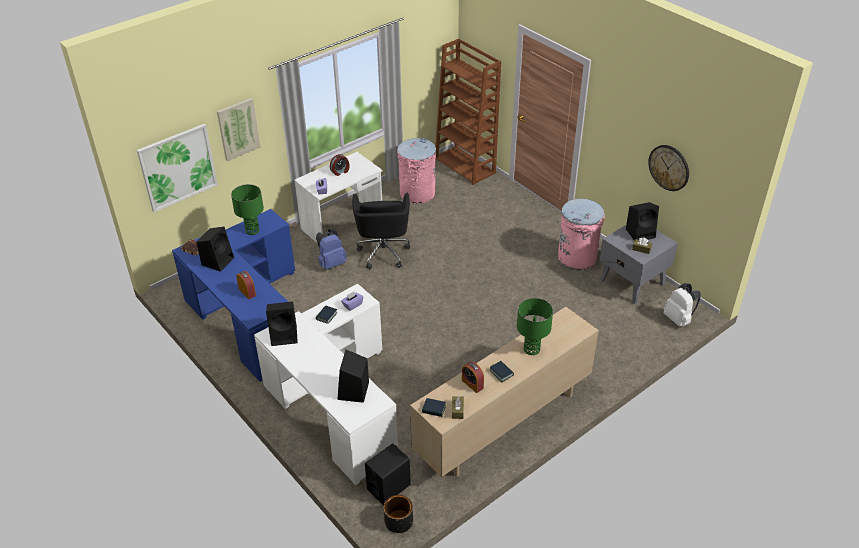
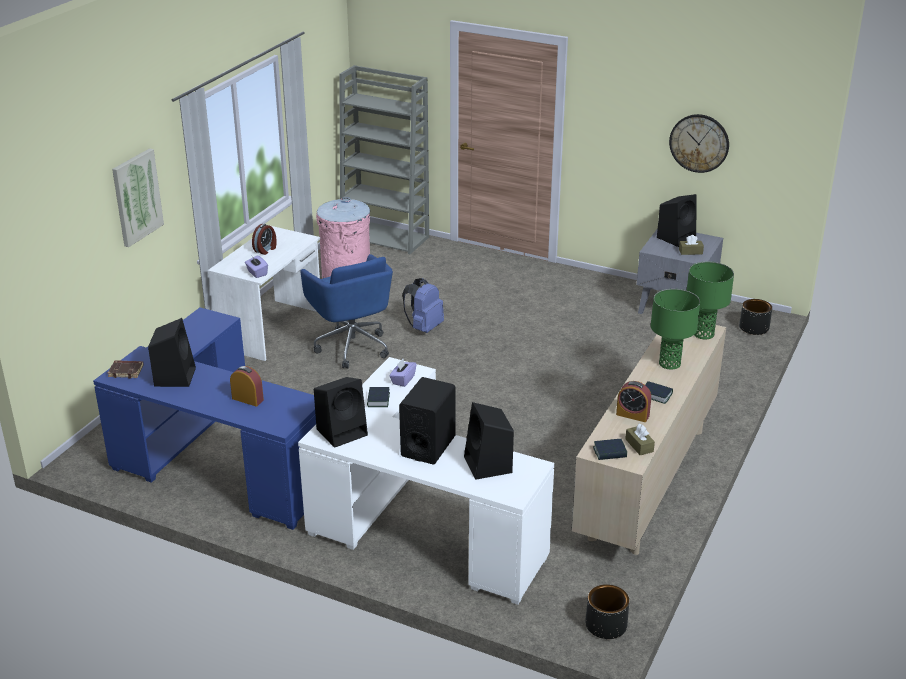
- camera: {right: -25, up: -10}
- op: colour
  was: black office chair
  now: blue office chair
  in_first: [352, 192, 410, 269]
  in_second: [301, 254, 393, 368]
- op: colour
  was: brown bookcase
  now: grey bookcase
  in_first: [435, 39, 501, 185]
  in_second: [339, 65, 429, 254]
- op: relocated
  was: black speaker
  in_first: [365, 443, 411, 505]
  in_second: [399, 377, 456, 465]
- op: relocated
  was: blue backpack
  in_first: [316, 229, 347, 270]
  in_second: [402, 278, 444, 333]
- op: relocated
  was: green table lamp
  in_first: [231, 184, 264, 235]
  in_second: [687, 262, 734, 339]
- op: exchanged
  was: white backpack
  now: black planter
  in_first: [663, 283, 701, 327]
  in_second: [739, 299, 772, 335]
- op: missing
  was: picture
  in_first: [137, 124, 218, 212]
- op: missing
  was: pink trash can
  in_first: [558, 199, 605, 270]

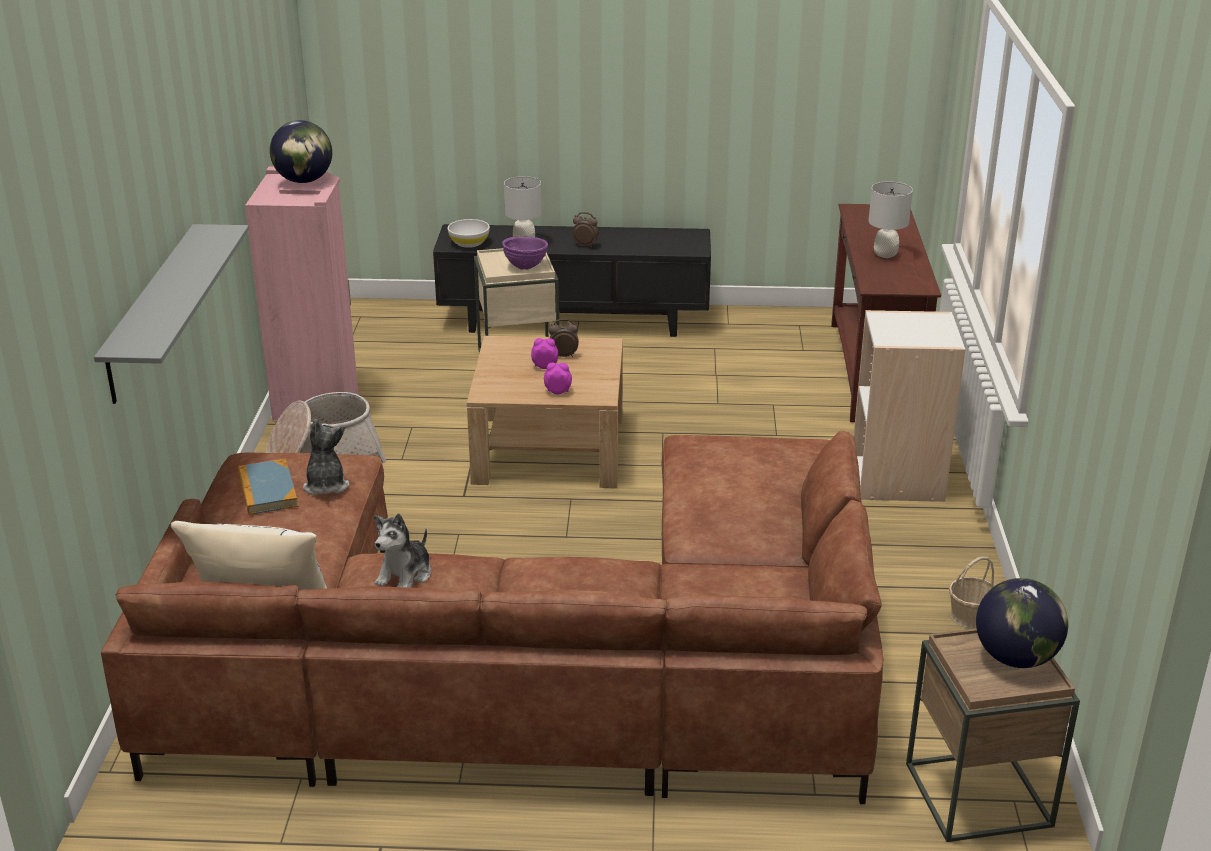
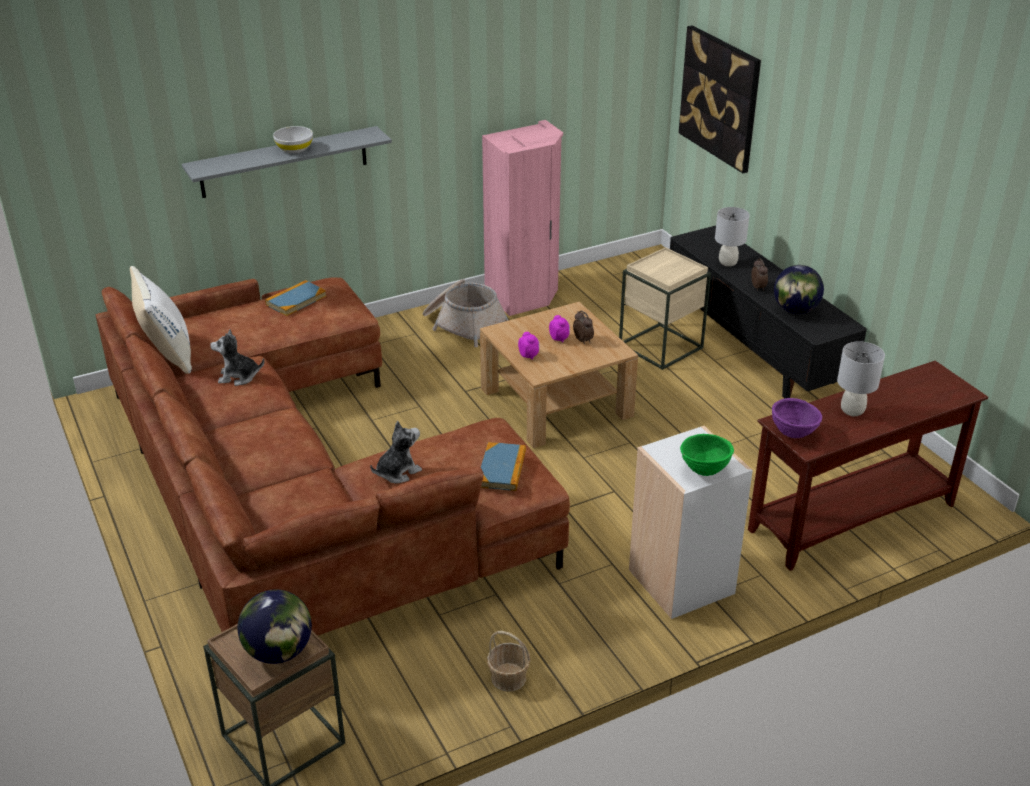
- camera: {right: 60, up: 5}
- op: relocated
  was: white bowl
  in_first: [447, 219, 490, 248]
  in_second: [273, 126, 313, 153]
- op: relocated
  was: plush toy
  in_first: [303, 419, 350, 495]
  in_second: [370, 421, 422, 483]
- op: appeared
  now: book
  in_second: [481, 442, 526, 491]
- op: appeared
  now: picture
  in_second: [679, 26, 761, 173]
- op: appeared
  now: green bowl
  in_second: [680, 434, 734, 476]
- op: relocated
  was: purple bowl
  in_first: [502, 237, 548, 270]
  in_second: [772, 398, 822, 438]
- op: relocated
  was: globe
  in_first: [270, 120, 332, 183]
  in_second: [774, 265, 824, 314]

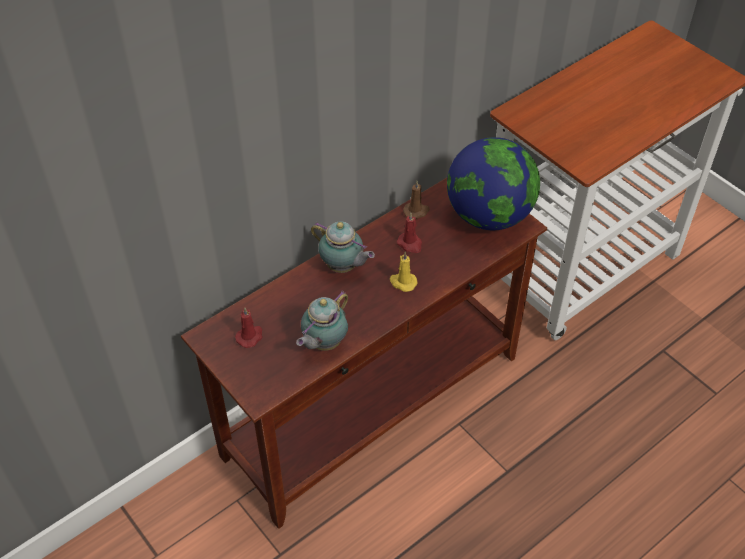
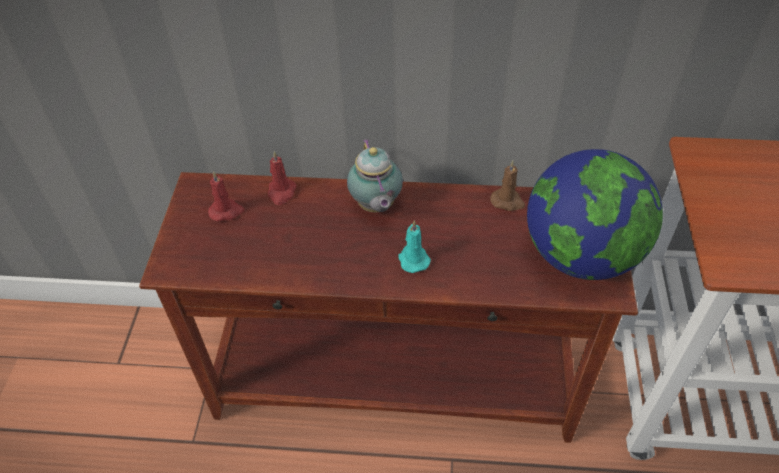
- camera: {right: 45, up: 0}
- op: relocated
  was: red candle
  in_first: [397, 213, 422, 253]
  in_second: [268, 151, 297, 205]
- op: colour
  was: yellow candle
  now: turquoise candle
  in_first: [390, 252, 418, 292]
  in_second: [398, 221, 431, 273]
- op: missing
  was: teapot
  in_first: [296, 291, 348, 351]

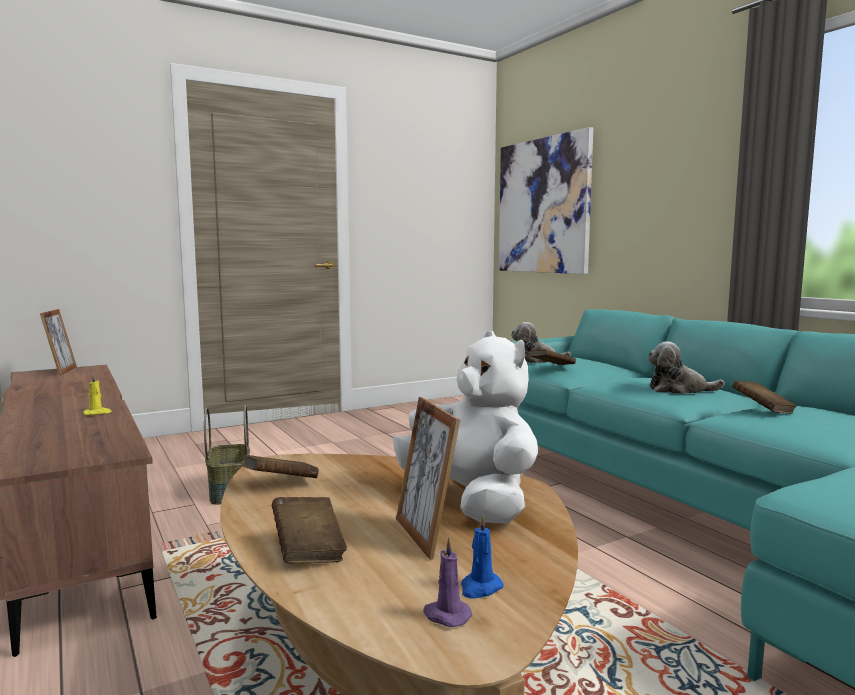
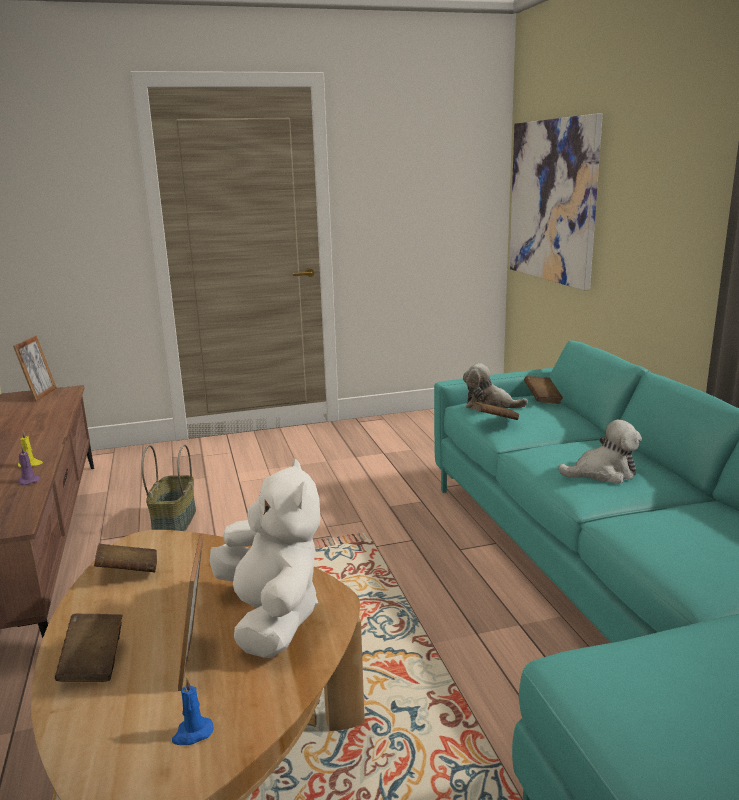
- camera: {right: 15, up: 10}
- op: relocated
  was: purple candle
  in_first: [423, 537, 472, 627]
  in_second: [18, 446, 40, 485]
- op: relocated
  was: brown book
  in_first: [732, 381, 797, 414]
  in_second: [524, 376, 563, 404]
- op: spun
  was: plush toy
  in_first: [647, 342, 725, 394]
  in_second: [558, 420, 642, 484]
  clockwise: 150

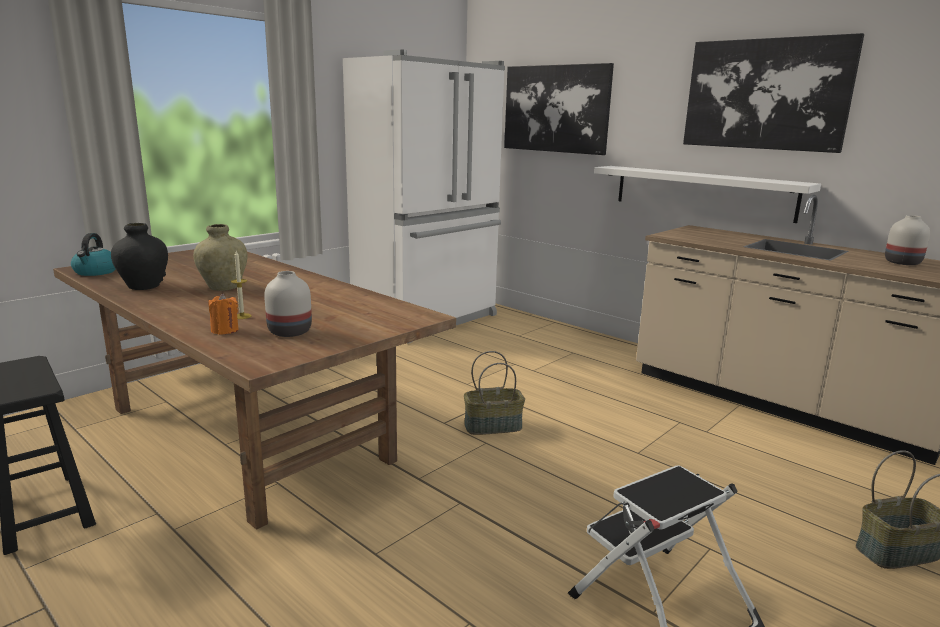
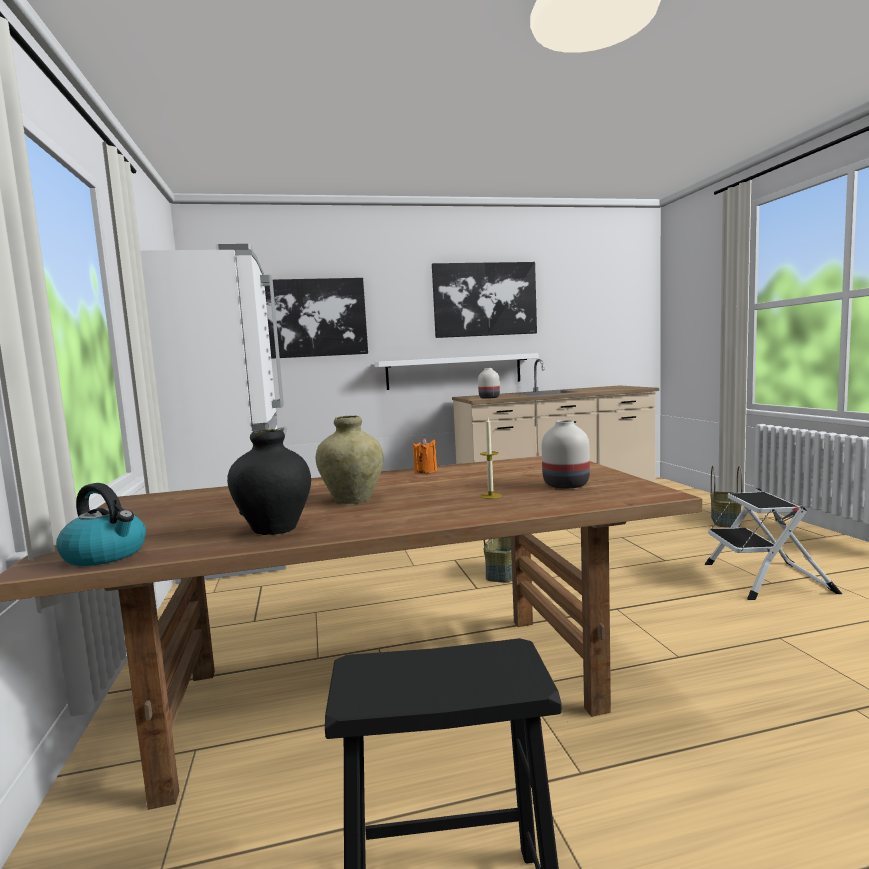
- camera: {right: -55, up: -10}
- op: relocated
  was: orange candle
  in_first: [208, 294, 239, 335]
  in_second: [413, 437, 437, 473]
- op: relocated
  was: white vase
  in_first: [885, 215, 930, 265]
  in_second: [478, 368, 500, 399]

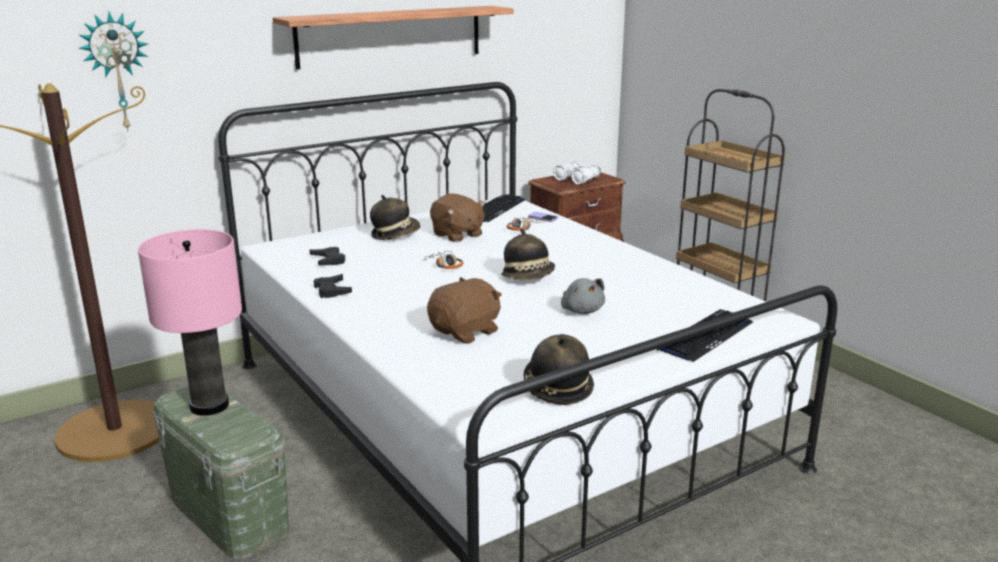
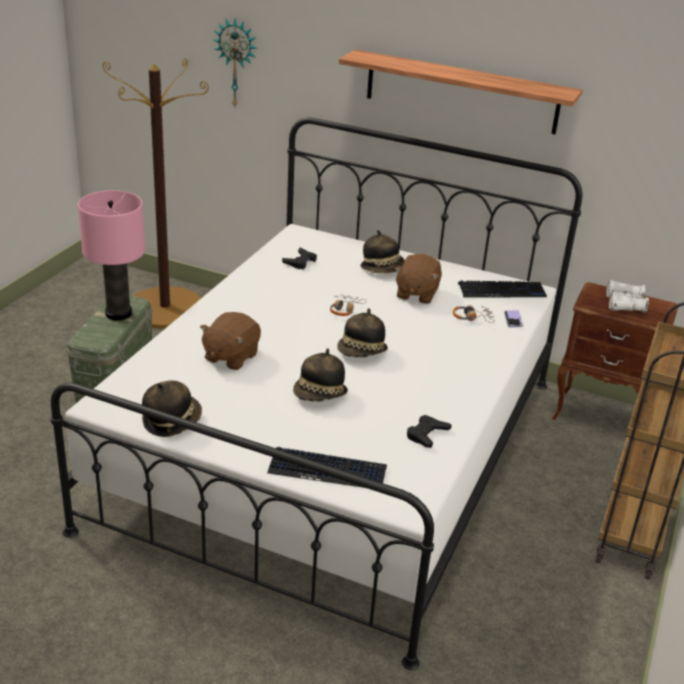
- camera: {right: 55, up: 10}
- op: spun
  was: brown plush toy
  in_first: [427, 277, 502, 344]
  in_second: [200, 312, 261, 370]
  clockwise: 105
- op: exchanged
  was: grey plush toy
  now: hat
  in_first: [561, 278, 605, 314]
  in_second: [293, 348, 348, 401]
- op: relocated
  was: black game controller
  in_first: [314, 274, 352, 298]
  in_second: [407, 415, 451, 448]

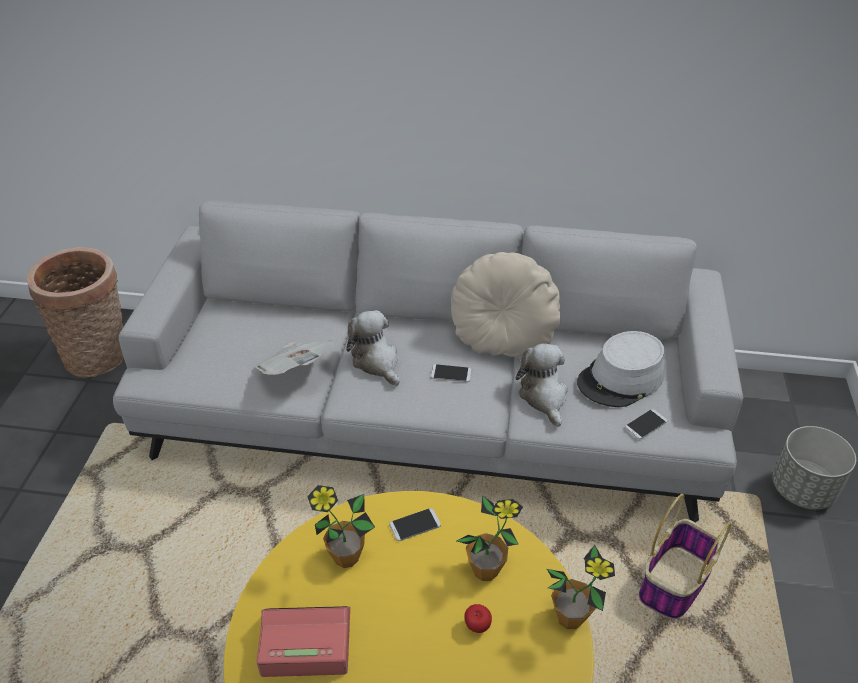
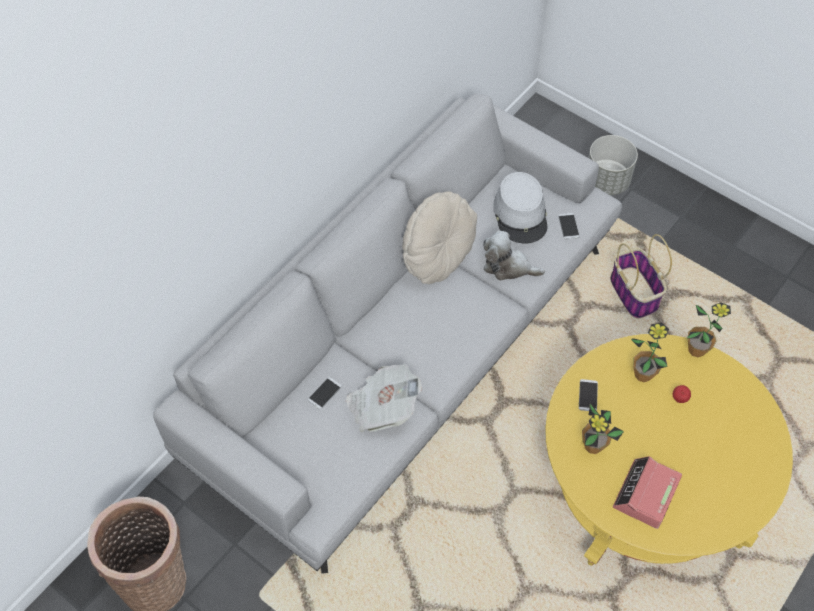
- camera: {right: -60, up: 15}
- op: relocated
  was: phone
  in_first: [431, 364, 472, 382]
  in_second: [308, 377, 342, 409]
- op: missing
  was: plush toy
  in_first: [346, 310, 400, 386]

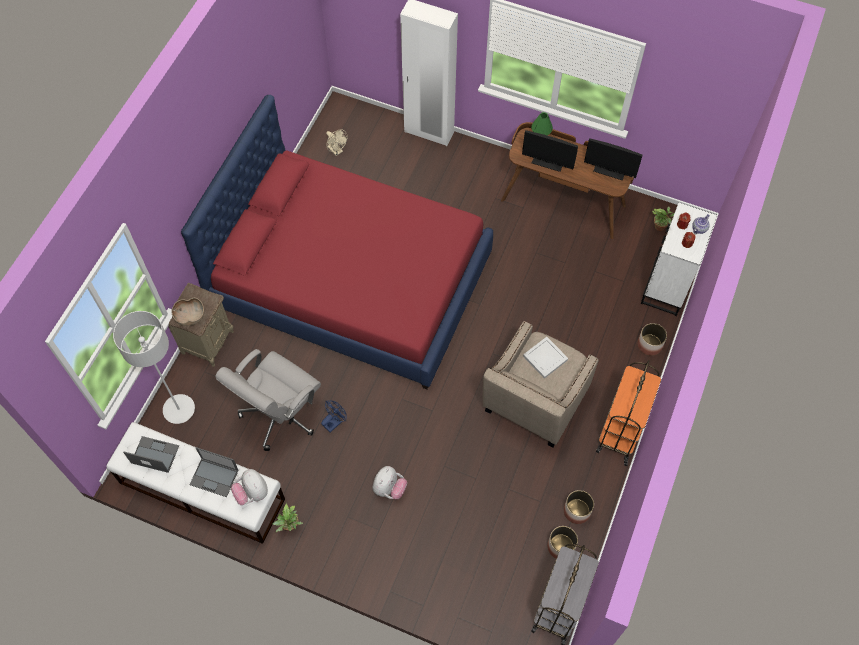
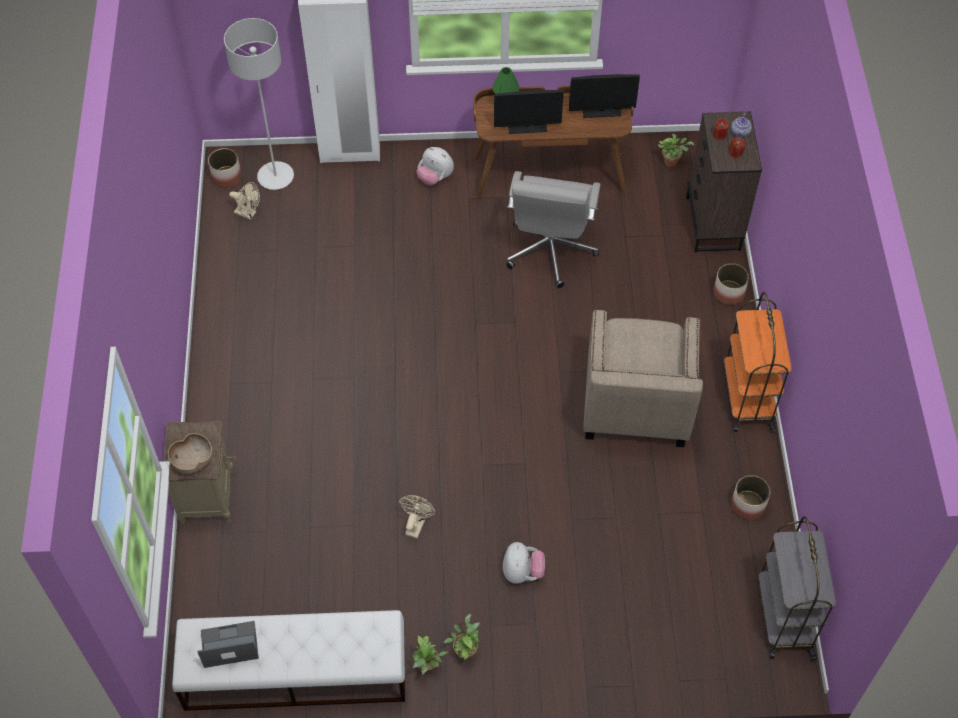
- camera: {right: -25, up: -5}
- op: relocated
  was: planter
  in_first: [547, 526, 578, 558]
  in_second: [208, 148, 242, 188]
- op: relocated
  was: grey floor lamp
  in_first: [113, 311, 195, 424]
  in_second: [224, 18, 294, 190]
- op: colour
  was: blue fan
  now: beige fan
  in_first: [321, 400, 347, 432]
  in_second: [399, 495, 436, 539]
- op: relocated
  was: plush toy
  in_first: [231, 469, 268, 505]
  in_second: [417, 147, 454, 185]
- op: appeared
  now: potted plant
  in_second: [444, 614, 480, 660]
- op: relocated
  was: grey office chair
  in_first: [215, 349, 321, 451]
  in_second: [506, 171, 601, 288]
- op: colour
  was: white dresser
  now: brown dresser
  in_first: [641, 203, 717, 316]
  in_second: [686, 111, 762, 253]
- op: missing
  was: red bed
  in_first: [181, 95, 493, 389]
- op: missing
  was: laptop
  in_first: [189, 447, 239, 497]
- op: missing
  was: white tray
  in_first: [523, 337, 568, 379]

